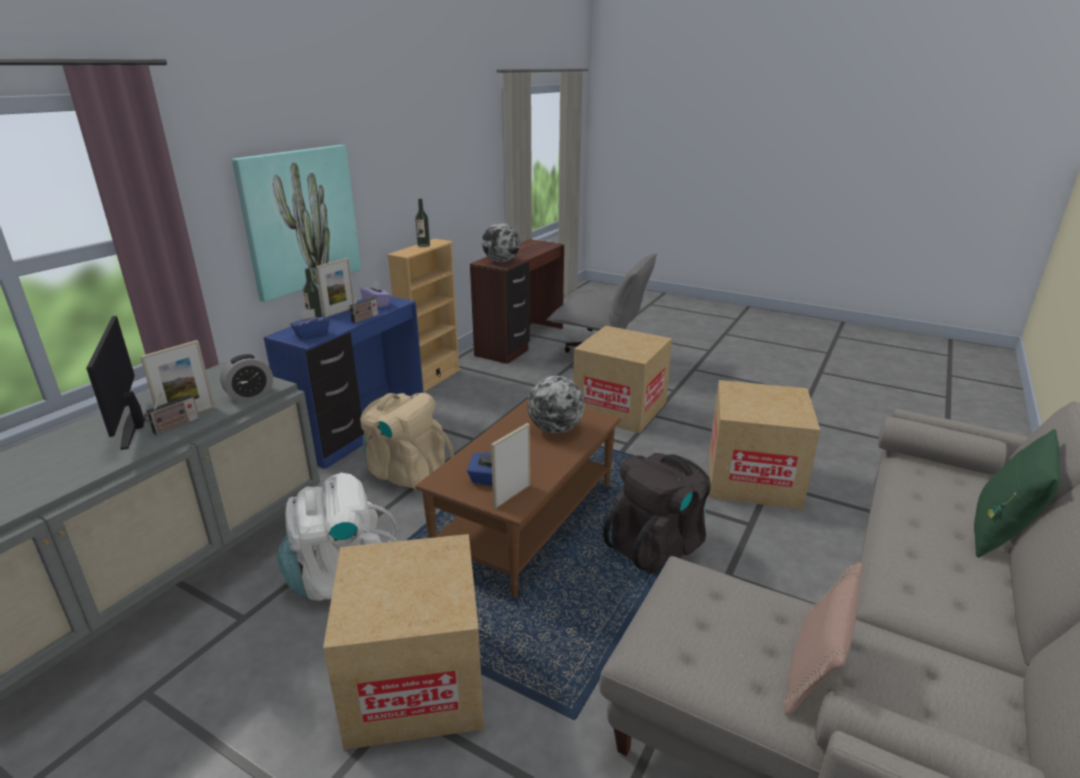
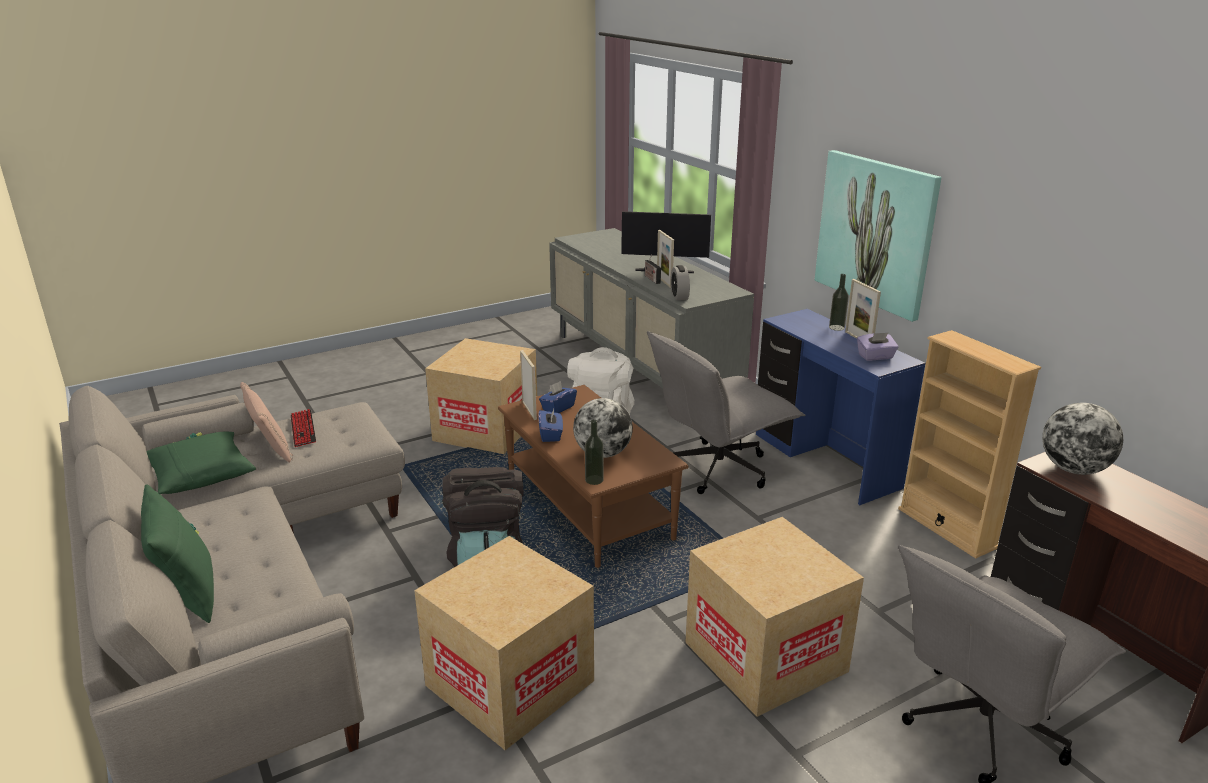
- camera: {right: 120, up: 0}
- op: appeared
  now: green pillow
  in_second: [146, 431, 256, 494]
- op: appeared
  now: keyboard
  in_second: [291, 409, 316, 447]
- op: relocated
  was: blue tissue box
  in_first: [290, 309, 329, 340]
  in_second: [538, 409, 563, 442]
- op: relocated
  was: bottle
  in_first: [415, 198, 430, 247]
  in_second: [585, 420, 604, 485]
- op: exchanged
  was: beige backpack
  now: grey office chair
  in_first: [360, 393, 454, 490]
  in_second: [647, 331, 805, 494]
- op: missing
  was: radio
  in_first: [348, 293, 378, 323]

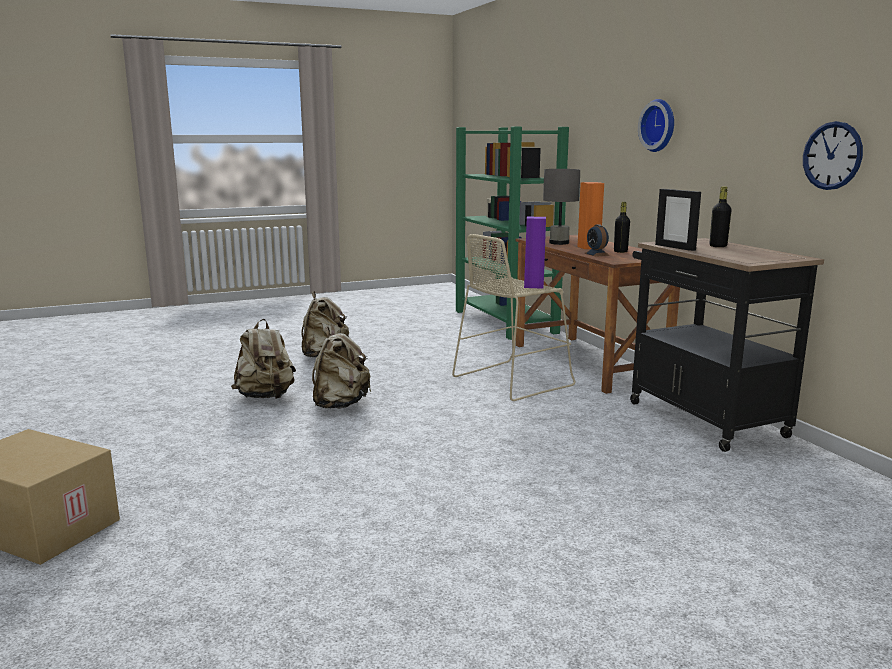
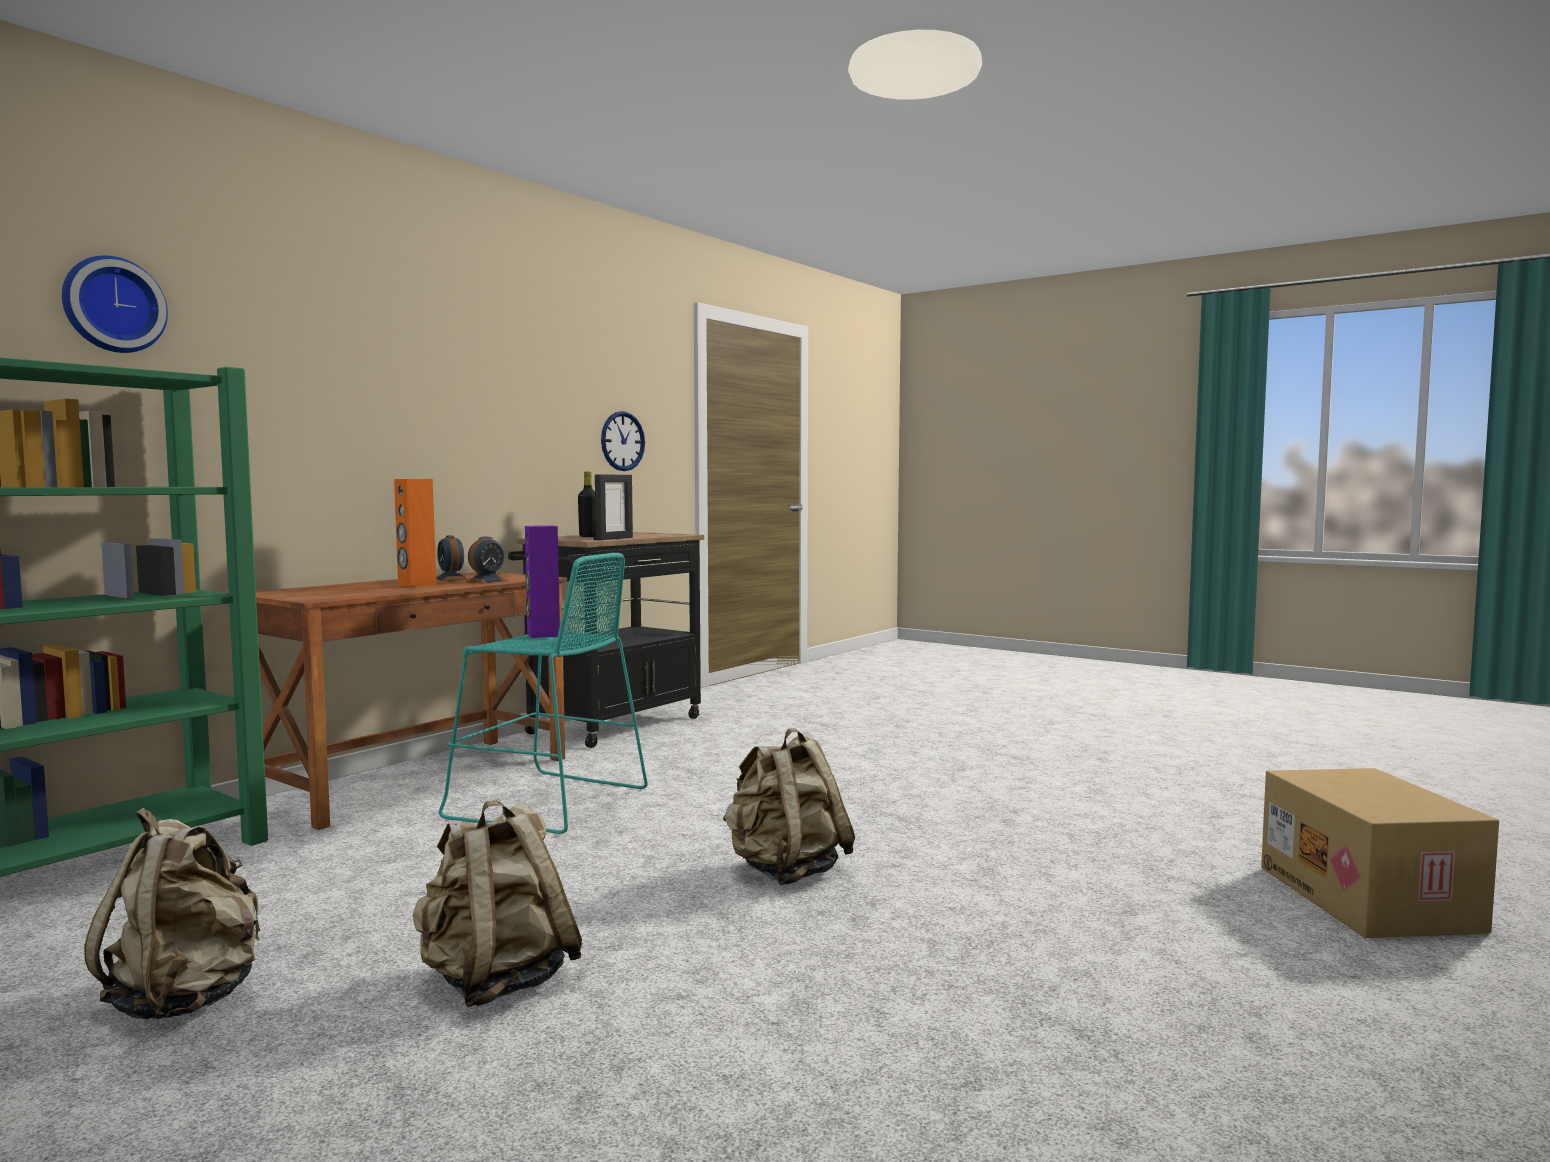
- camera: {right: -120, up: -10}
- op: relocated
  was: wall clock
  in_first: [638, 99, 674, 152]
  in_second: [62, 255, 168, 353]
- op: relocated
  was: beige backpack
  in_first: [231, 319, 296, 399]
  in_second: [84, 808, 260, 1019]
- op: exchanged
  was: black bottle
  now: alarm clock
  in_first: [614, 202, 630, 253]
  in_second: [436, 535, 468, 581]
- op: colour
  was: beige stool
  now: turquoise stool
  in_first: [452, 234, 575, 401]
  in_second: [439, 553, 648, 834]
- op: missing
  was: grey table lamp
  in_first: [543, 169, 580, 245]

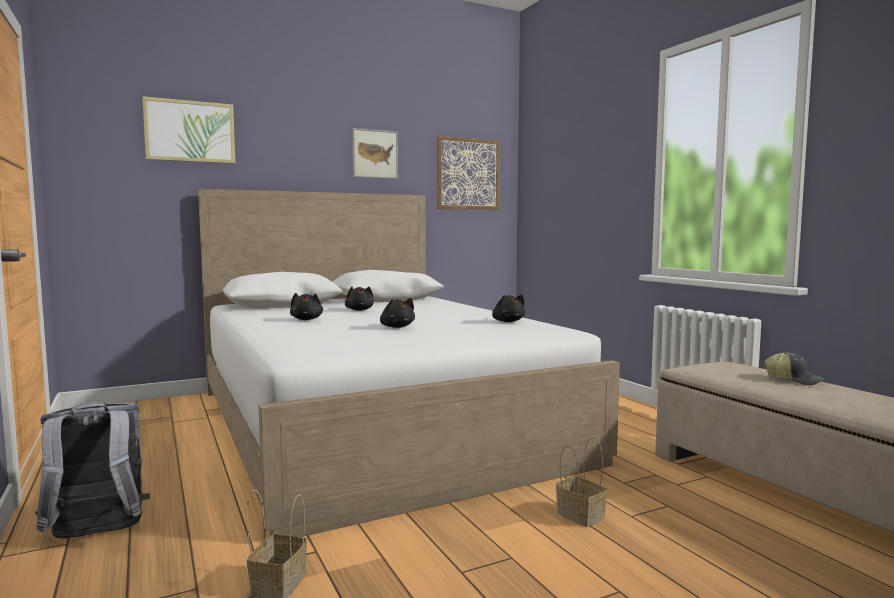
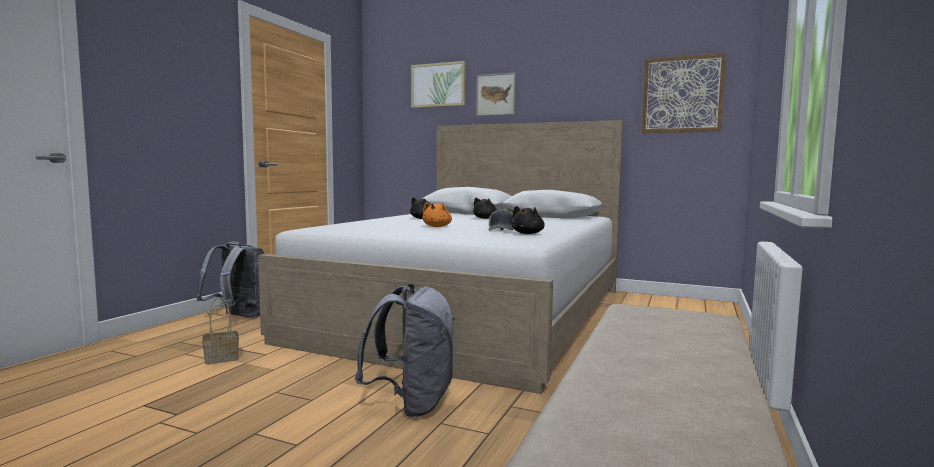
- camera: {right: 50, up: 0}
- op: exchanged
  was: basket
  now: grey backpack
  in_first: [556, 437, 608, 527]
  in_second: [355, 284, 455, 417]
- op: colour
  was: black plush toy
  now: orange plush toy
  in_first: [380, 298, 415, 328]
  in_second: [423, 202, 452, 227]
- op: relocated
  was: picture
  in_first: [352, 128, 398, 179]
  in_second: [476, 72, 516, 116]
- op: relocated
  was: cap
  in_first: [765, 352, 825, 385]
  in_second: [489, 209, 514, 231]

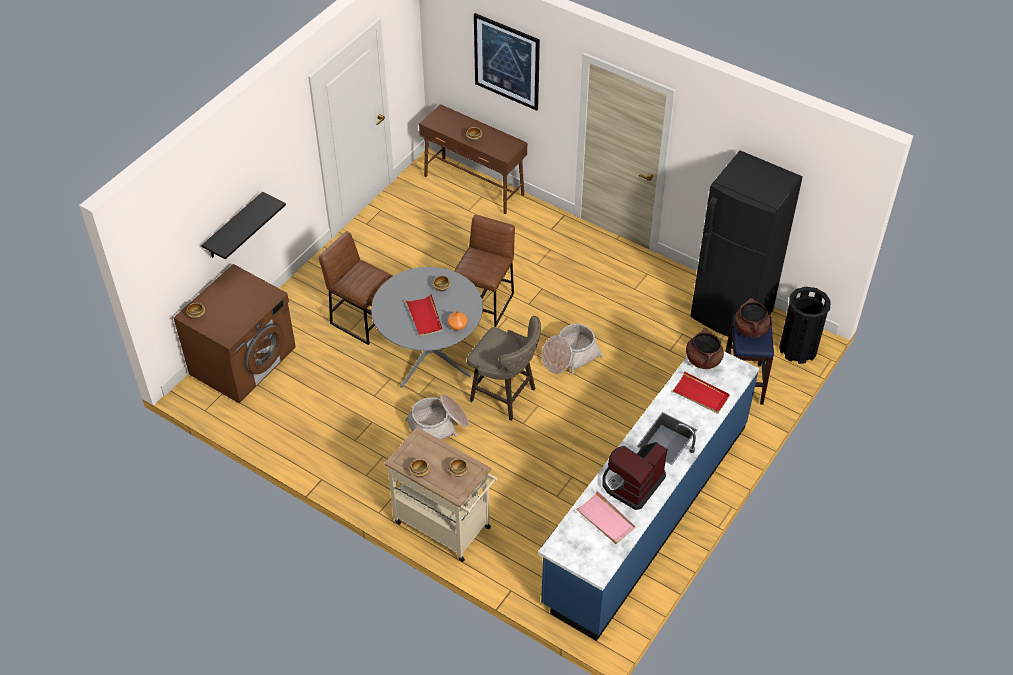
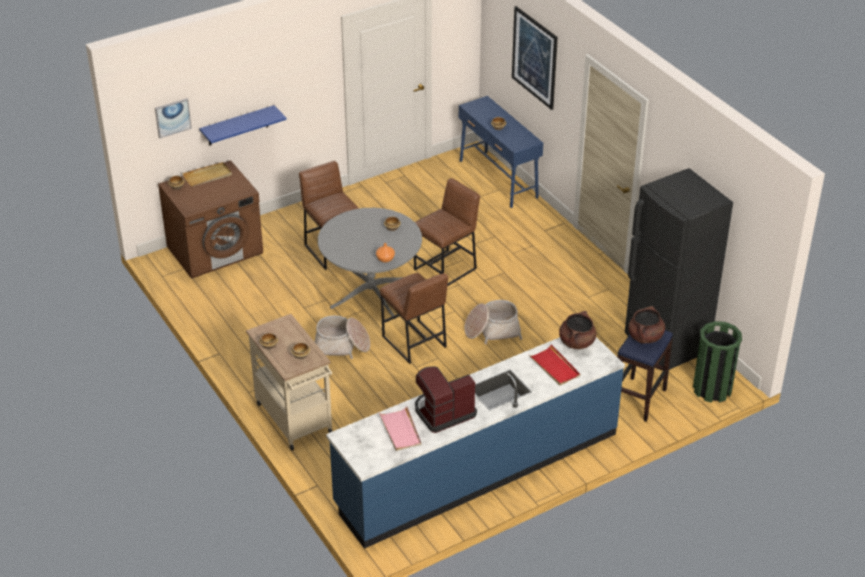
- camera: {right: 25, up: -10}
- op: appeared
  now: picture
  in_second: [155, 98, 192, 138]
- op: appeared
  now: beige tray
  in_second: [183, 162, 232, 186]
- op: colour
  was: black shelf
  now: blue shelf
  in_first: [201, 192, 286, 259]
  in_second: [199, 105, 287, 145]
- op: exchanged
  was: beige stool
  now: brown chair
  in_first: [467, 316, 541, 421]
  in_second: [380, 273, 448, 364]
- op: colour
  was: brown console table
  now: blue console table
  in_first: [419, 104, 527, 214]
  in_second: [459, 96, 543, 208]
- op: colour
  was: black trash can
  now: green trash can
  in_first: [779, 287, 831, 364]
  in_second: [693, 321, 742, 403]
- op: missing
  was: red tray
  in_first: [406, 294, 442, 336]

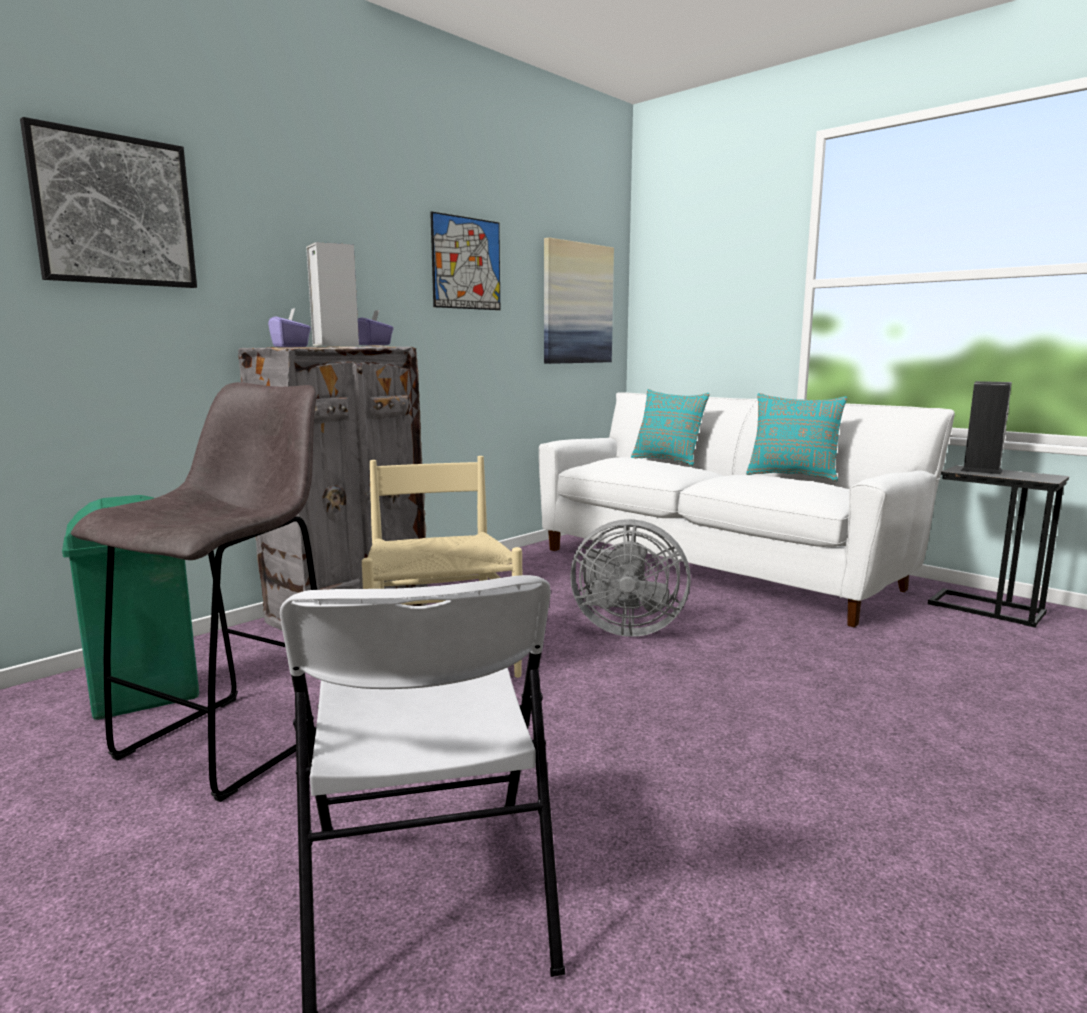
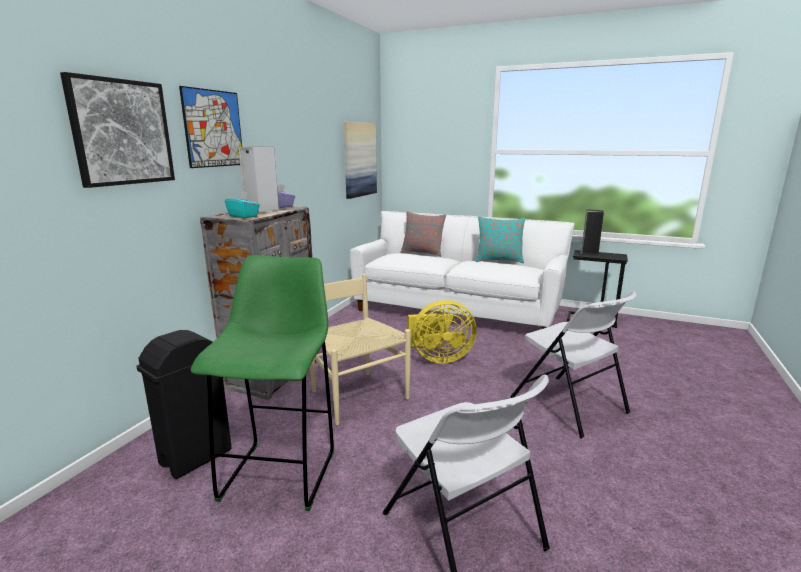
- camera: {right: -20, up: 5}
- op: colour
  was: green trash can
  now: black trash can
  in_first: [62, 495, 199, 720]
  in_second: [136, 330, 232, 479]
- op: relocated
  was: picture
  in_first: [430, 212, 500, 310]
  in_second: [179, 86, 242, 168]
- op: colour
  was: grey stool
  now: green stool
  in_first: [71, 382, 317, 802]
  in_second: [191, 255, 334, 511]
- op: colour
  was: purple tissue box
  now: turquoise tissue box
  in_first: [268, 308, 311, 347]
  in_second: [225, 192, 260, 218]
- op: colour
  was: turquoise pillow
  now: grey pillow
  in_first: [631, 389, 710, 466]
  in_second: [401, 211, 446, 257]
- op: colour
  was: grey fan
  now: yellow fan
  in_first: [570, 519, 691, 637]
  in_second: [408, 300, 477, 363]
- op: appeared
  now: white chair
  in_second: [511, 291, 637, 439]

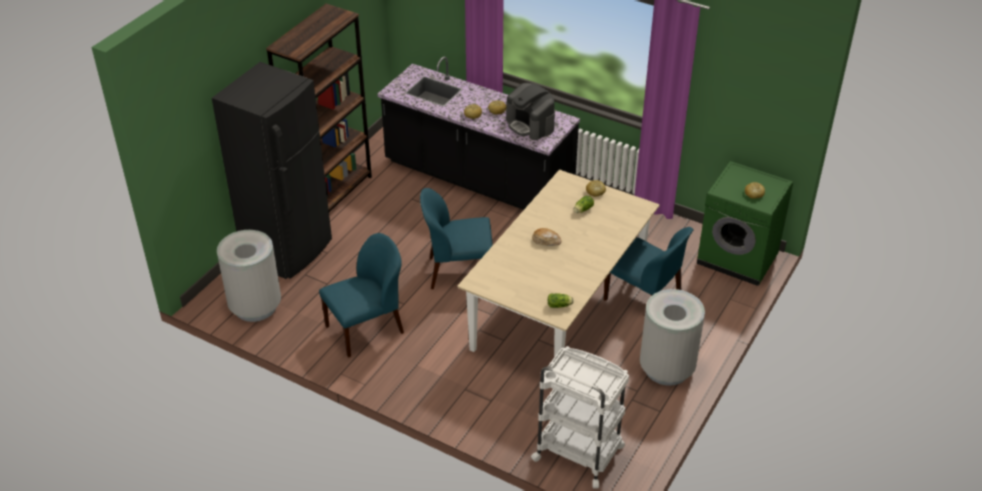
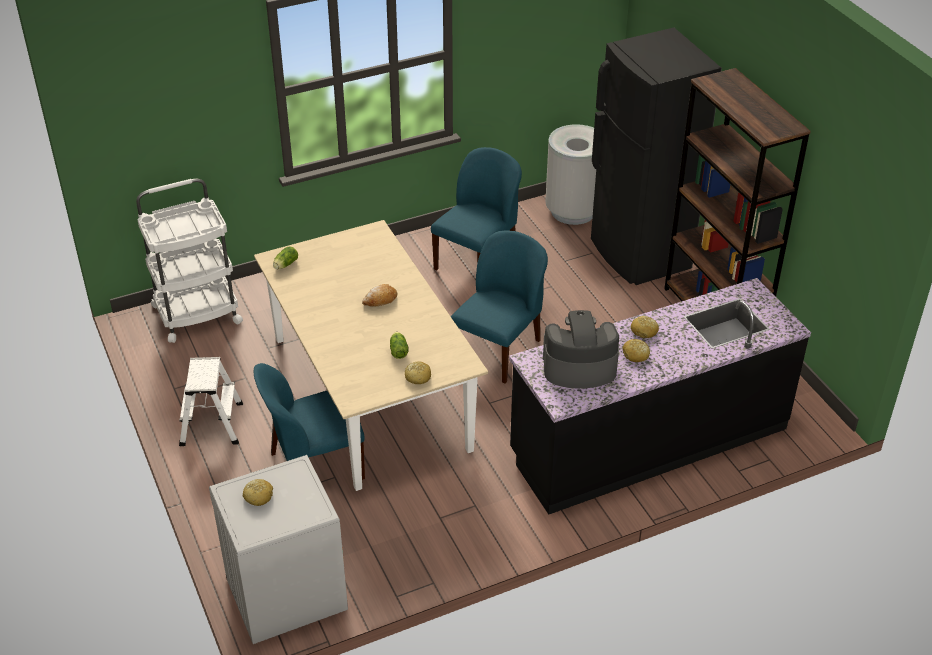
- camera: {right: 125, up: 0}
- op: exchanged
  was: grey trash can
  now: white step ladder
  in_first: [640, 289, 705, 386]
  in_second: [179, 357, 243, 446]
- op: colour
  was: green washing machine
  now: white washing machine
  in_first: [697, 161, 793, 286]
  in_second: [209, 455, 348, 644]
- op: spun
  was: blue chair
  in_first: [319, 233, 404, 358]
  in_second: [431, 147, 522, 271]
  clockwise: -150

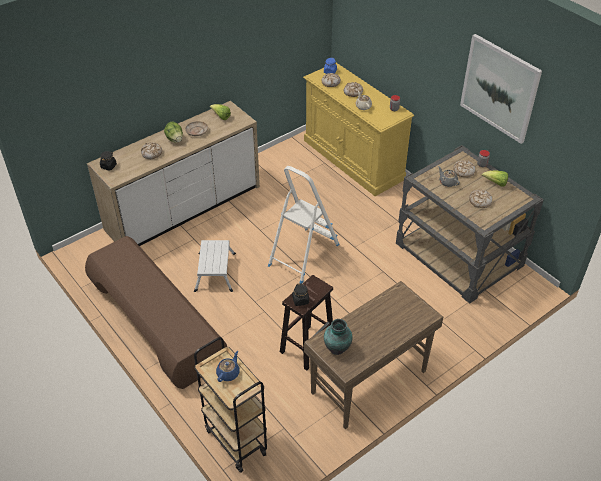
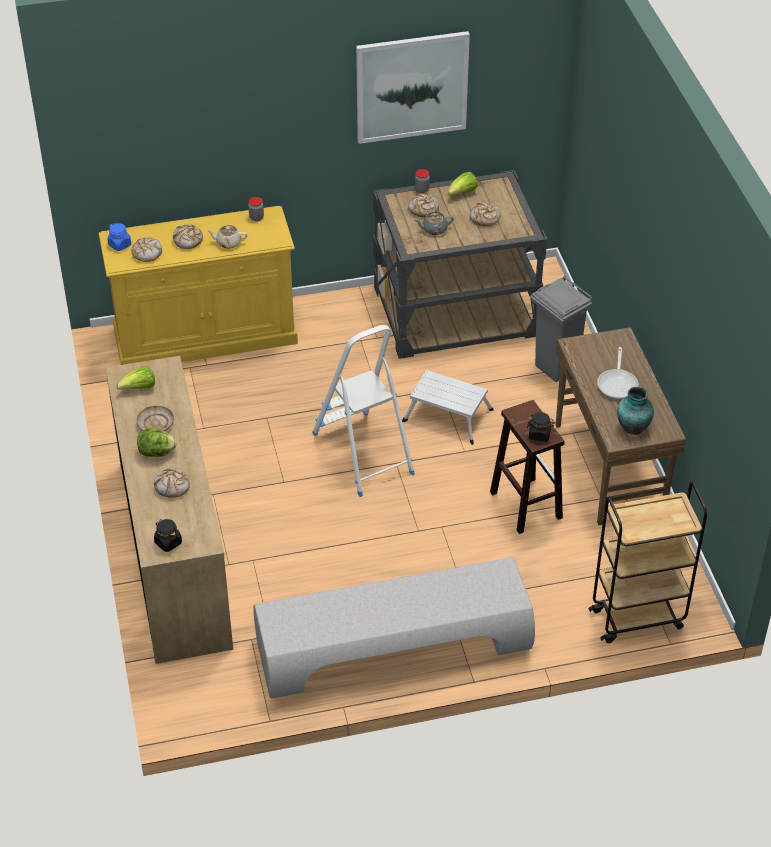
- camera: {right: -65, up: 0}
- op: colour
  was: brown bench
  now: grey bench
  in_first: [85, 236, 227, 389]
  in_second: [253, 557, 535, 698]
- op: relocated
  was: white step ladder
  in_first: [194, 240, 236, 292]
  in_second: [402, 370, 494, 445]
- op: appeared
  now: grey trash can
  in_second: [530, 276, 593, 382]
- op: appeared
  now: frying pan
  in_second: [597, 347, 639, 399]
- op: missing
  was: blue teapot
  in_first: [216, 351, 240, 382]

